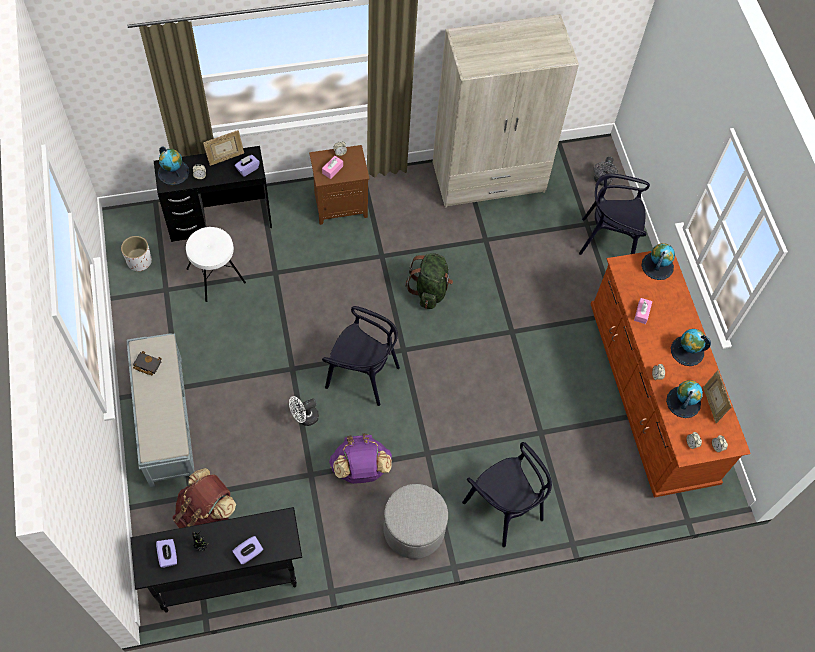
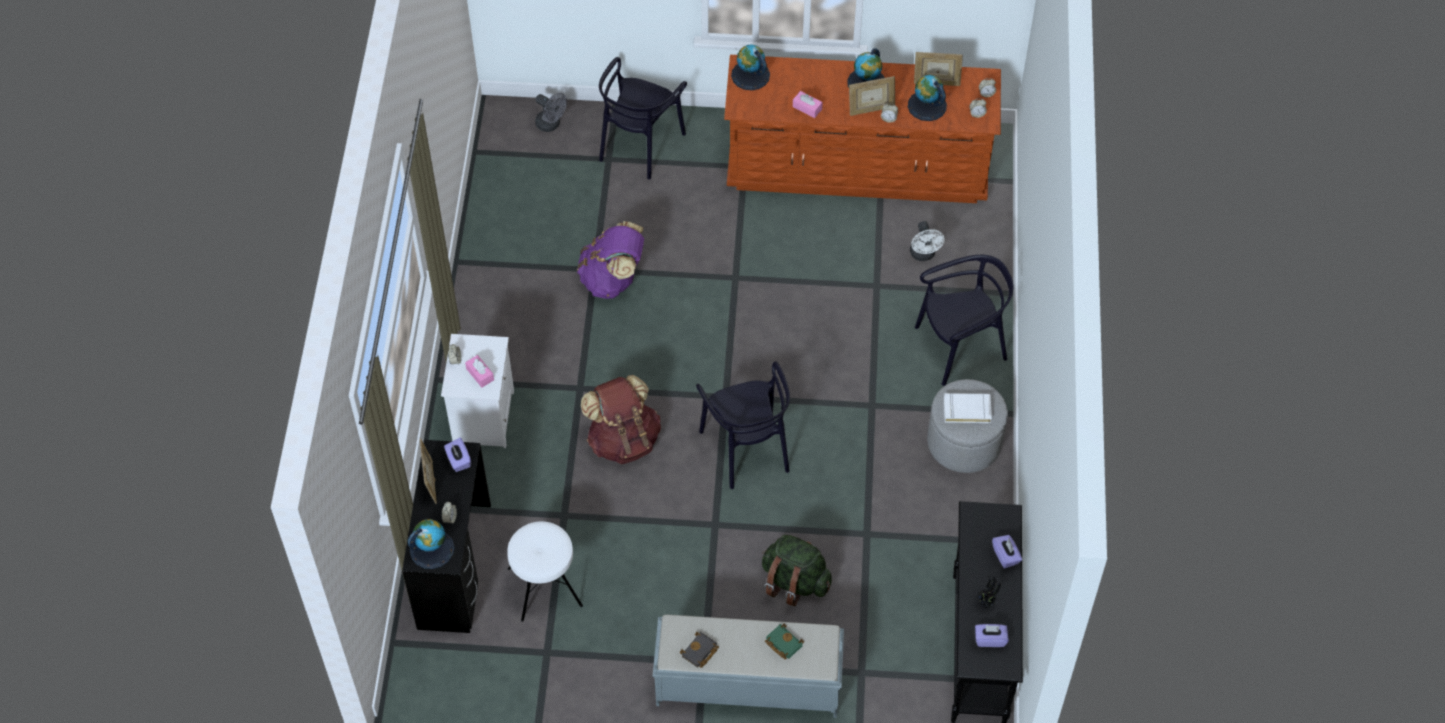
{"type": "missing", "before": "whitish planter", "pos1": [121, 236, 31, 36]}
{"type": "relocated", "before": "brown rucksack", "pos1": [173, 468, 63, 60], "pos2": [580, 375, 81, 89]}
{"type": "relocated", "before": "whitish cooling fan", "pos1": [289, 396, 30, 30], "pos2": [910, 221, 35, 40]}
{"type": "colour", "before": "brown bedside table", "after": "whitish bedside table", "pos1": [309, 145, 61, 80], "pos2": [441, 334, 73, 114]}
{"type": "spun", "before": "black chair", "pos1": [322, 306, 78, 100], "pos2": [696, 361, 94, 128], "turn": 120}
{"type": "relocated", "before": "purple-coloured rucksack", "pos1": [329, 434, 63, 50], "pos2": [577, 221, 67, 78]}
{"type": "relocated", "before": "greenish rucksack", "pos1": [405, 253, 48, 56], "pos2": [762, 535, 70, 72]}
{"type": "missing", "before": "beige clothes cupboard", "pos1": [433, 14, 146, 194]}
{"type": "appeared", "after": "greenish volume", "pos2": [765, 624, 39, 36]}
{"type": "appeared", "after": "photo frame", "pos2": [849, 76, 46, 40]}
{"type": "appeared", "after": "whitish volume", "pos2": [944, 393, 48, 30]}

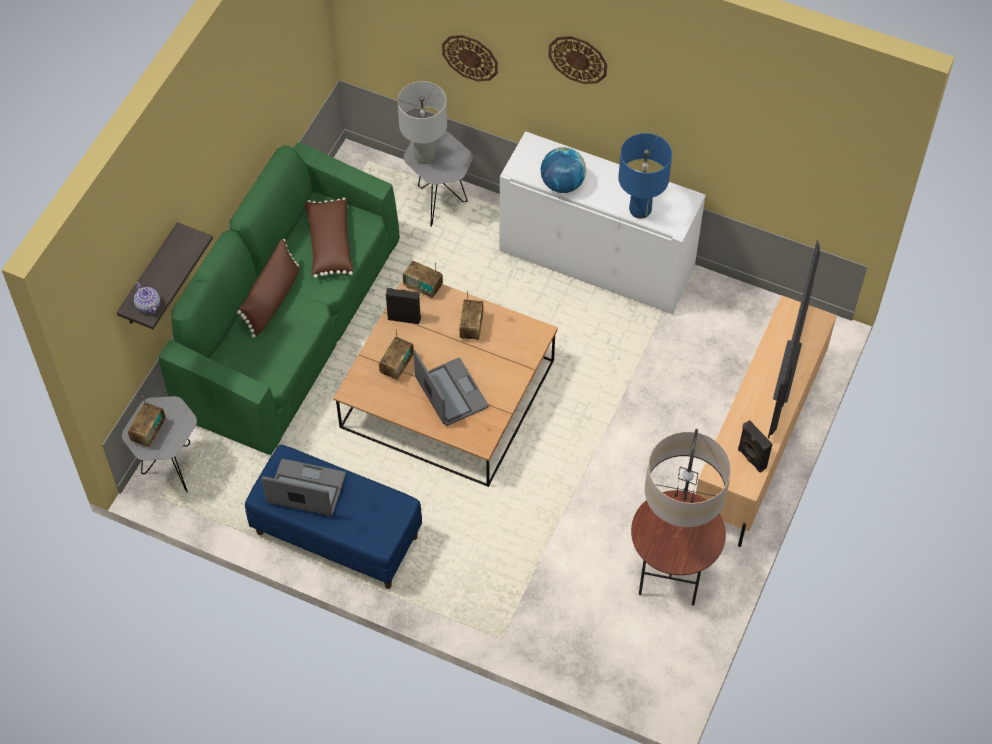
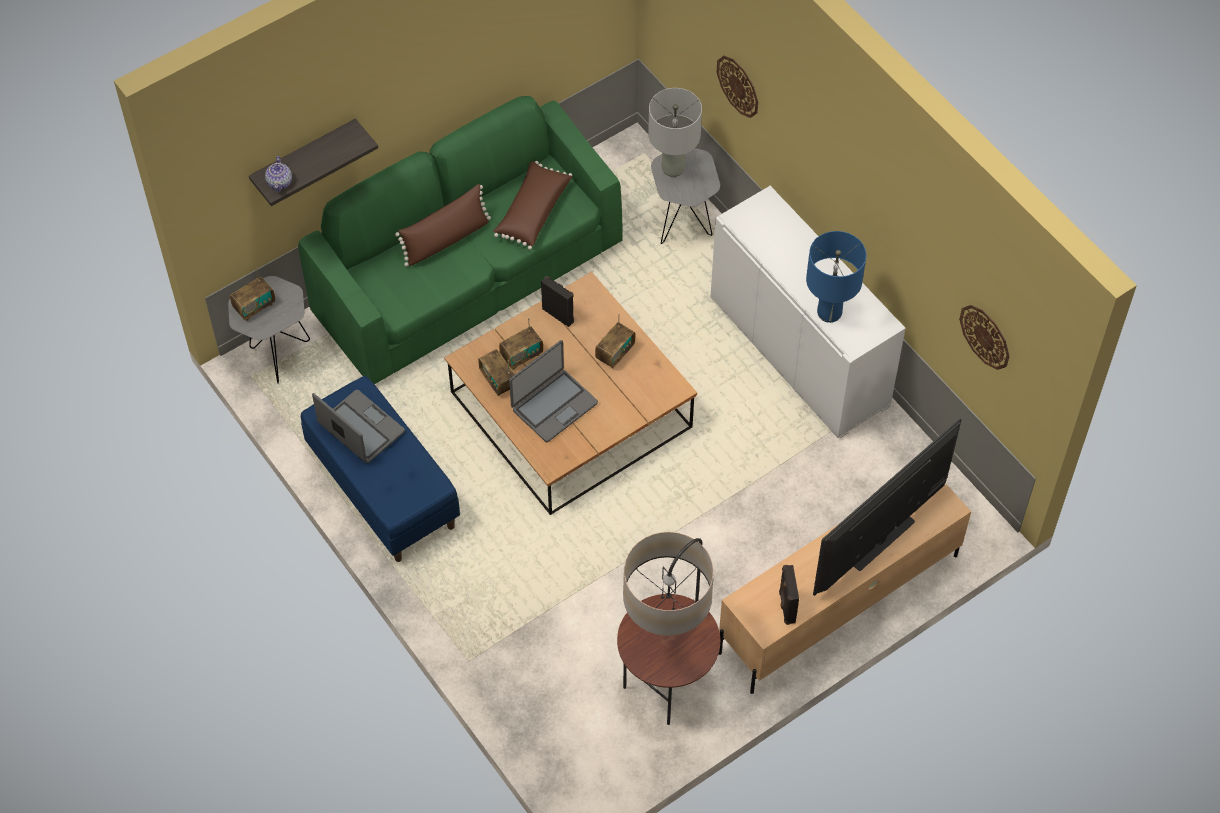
{"type": "relocated", "before": "radio", "pos1": [403, 261, 40, 38], "pos2": [478, 349, 37, 47]}
{"type": "spun", "before": "laptop", "pos1": [413, 350, 76, 76], "pos2": [509, 340, 89, 102], "turn": 45}
{"type": "missing", "before": "desk globe", "pos1": [541, 147, 45, 46]}
{"type": "relocated", "before": "hanging clock", "pos1": [548, 36, 59, 48], "pos2": [959, 305, 50, 65]}

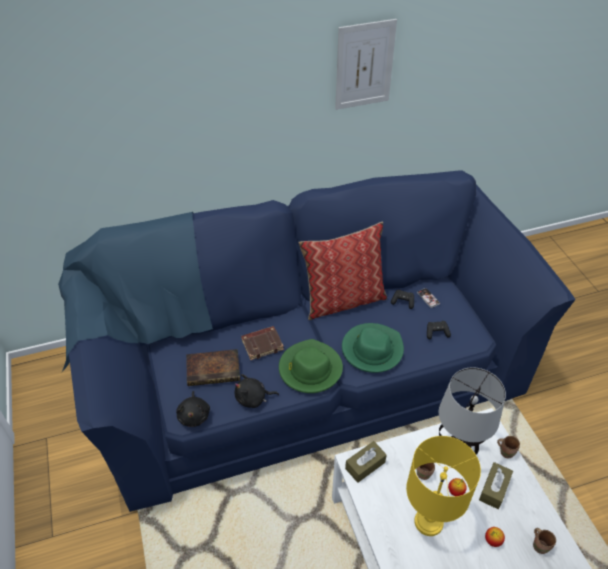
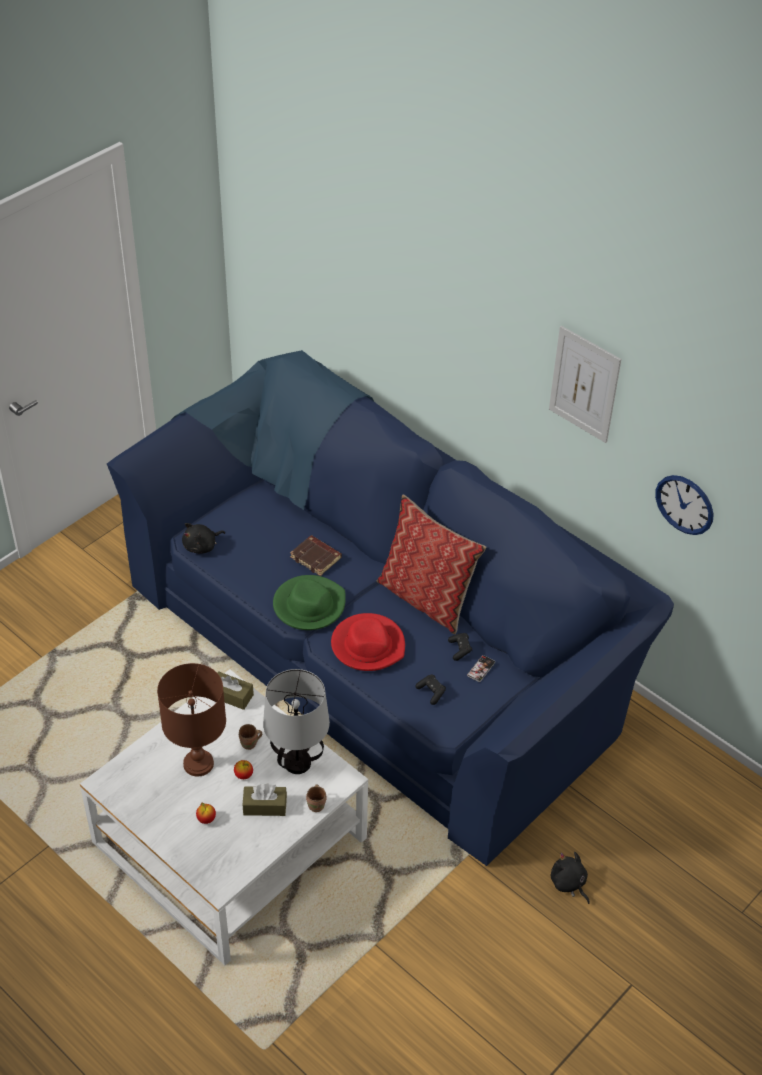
{"type": "missing", "before": "volume", "pos1": [186, 349, 54, 37]}
{"type": "relocated", "before": "black plush toy", "pos1": [235, 374, 44, 34], "pos2": [551, 852, 38, 52]}
{"type": "colour", "before": "greenish clothing hat", "after": "red-coloured clothing hat", "pos1": [342, 323, 62, 50], "pos2": [331, 613, 74, 58]}
{"type": "colour", "before": "yellowish tabletop lamp", "after": "brown tabletop lamp", "pos1": [406, 436, 75, 100], "pos2": [157, 663, 69, 113]}
{"type": "missing", "before": "brown mug", "pos1": [533, 528, 23, 26]}
{"type": "appeared", "after": "hanging clock", "pos2": [655, 475, 59, 60]}

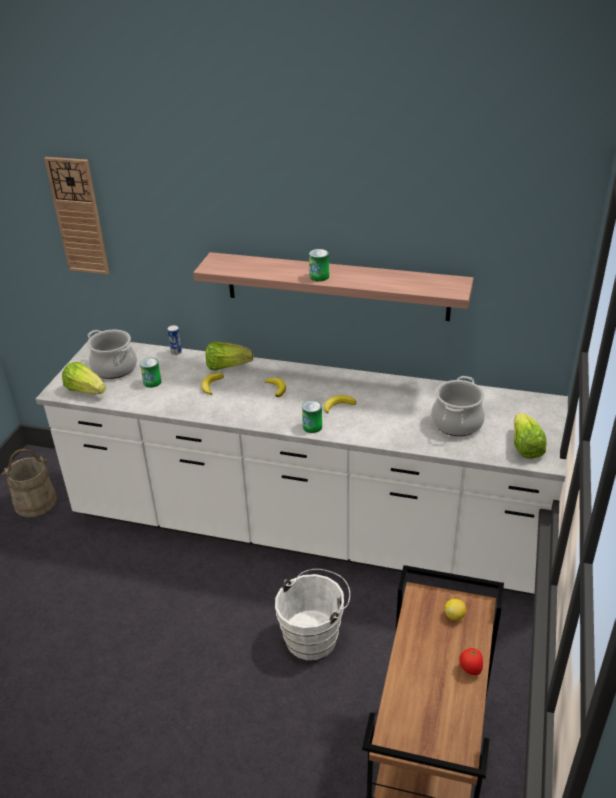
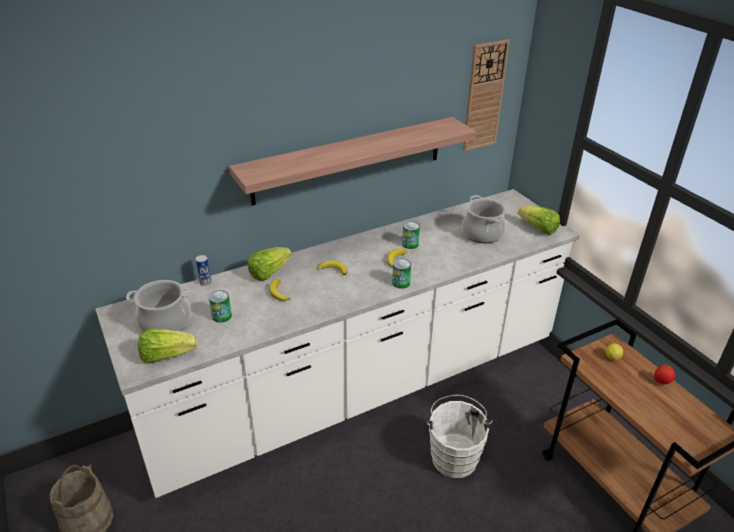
{"type": "relocated", "before": "hanging clock", "pos1": [44, 157, 65, 117], "pos2": [463, 39, 47, 112]}
{"type": "relocated", "before": "sealed can", "pos1": [309, 249, 20, 33], "pos2": [402, 222, 18, 27]}

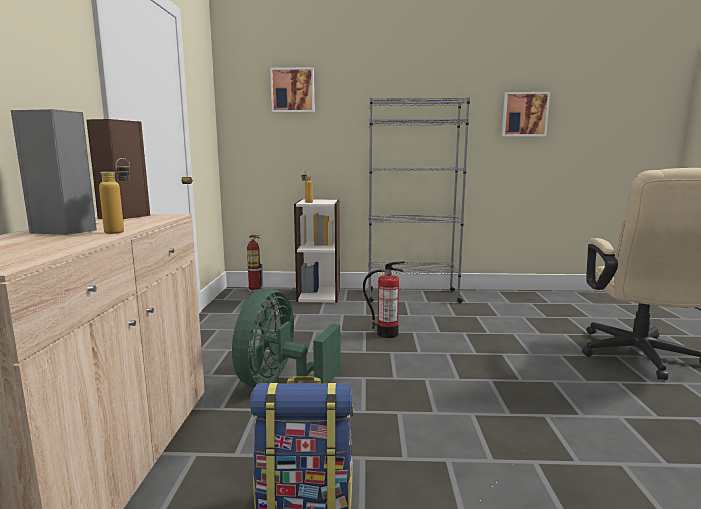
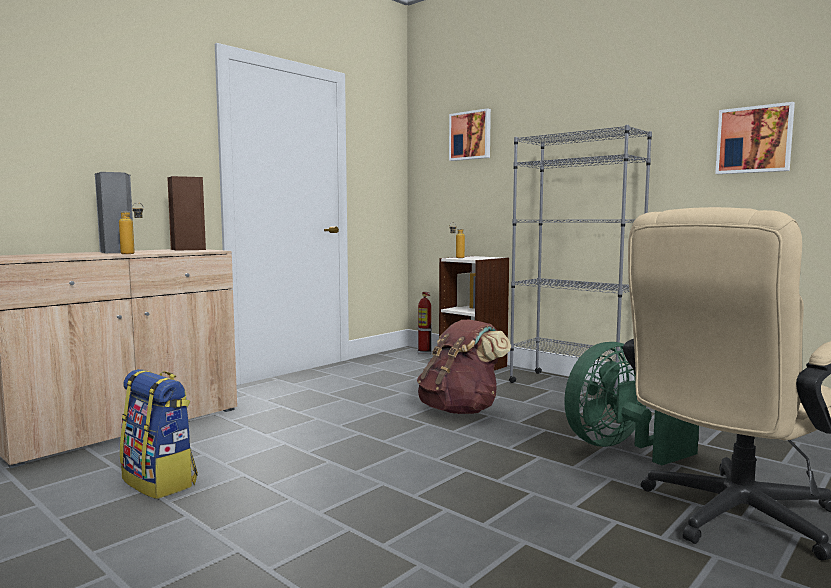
{"type": "relocated", "before": "greenish cooling fan", "pos1": [232, 289, 109, 98], "pos2": [564, 342, 135, 124]}
{"type": "exchanged", "before": "extinguisher", "after": "brown rucksack", "pos1": [363, 261, 42, 77], "pos2": [417, 319, 94, 95]}

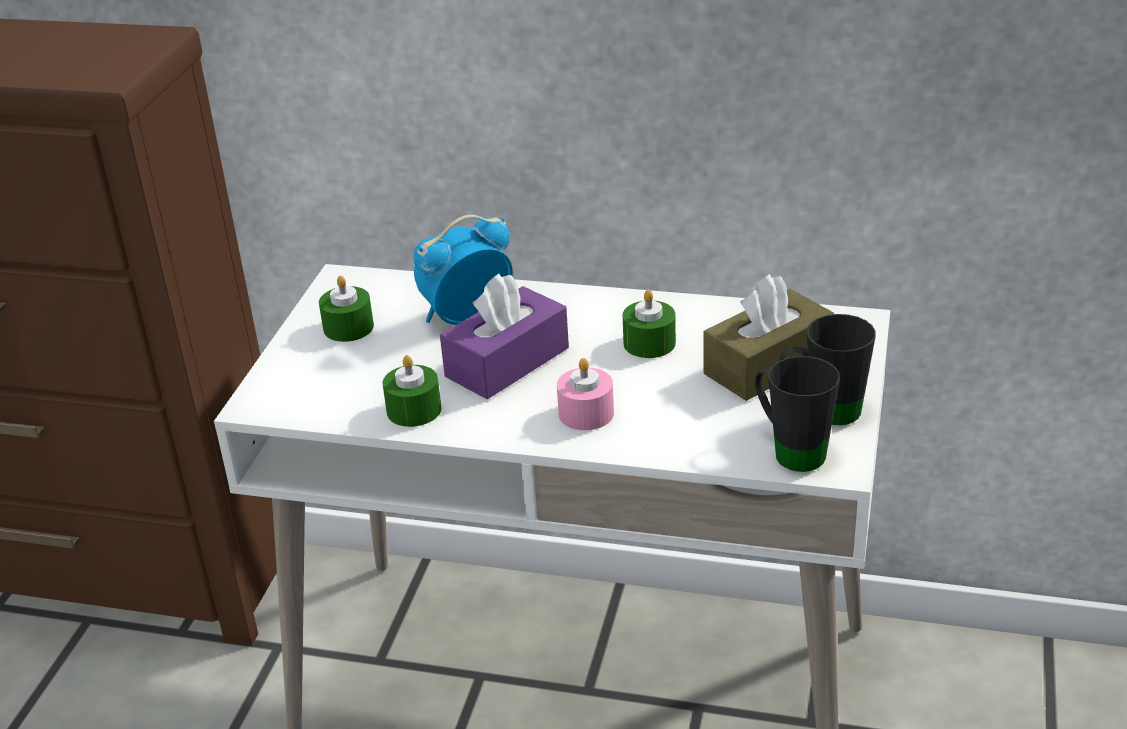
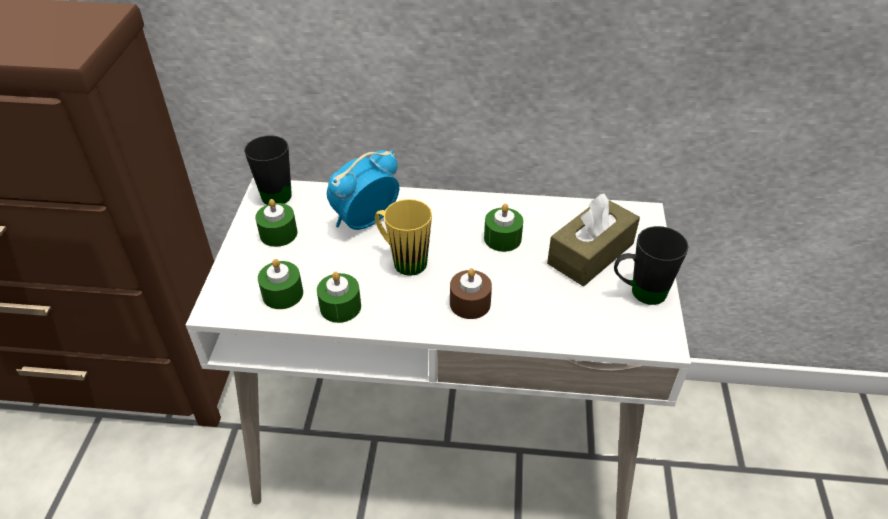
{"type": "exchanged", "before": "purple-coloured tissue holder", "after": "yellowish mug", "pos1": [440, 274, 129, 126], "pos2": [375, 199, 57, 77]}
{"type": "colour", "before": "pinkish candle", "after": "brown candle", "pos1": [557, 358, 57, 72], "pos2": [450, 268, 42, 51]}
{"type": "relocated", "before": "black mug", "pos1": [755, 356, 85, 116], "pos2": [244, 135, 48, 70]}
{"type": "appeared", "after": "greenish candle", "pos2": [258, 259, 45, 50]}

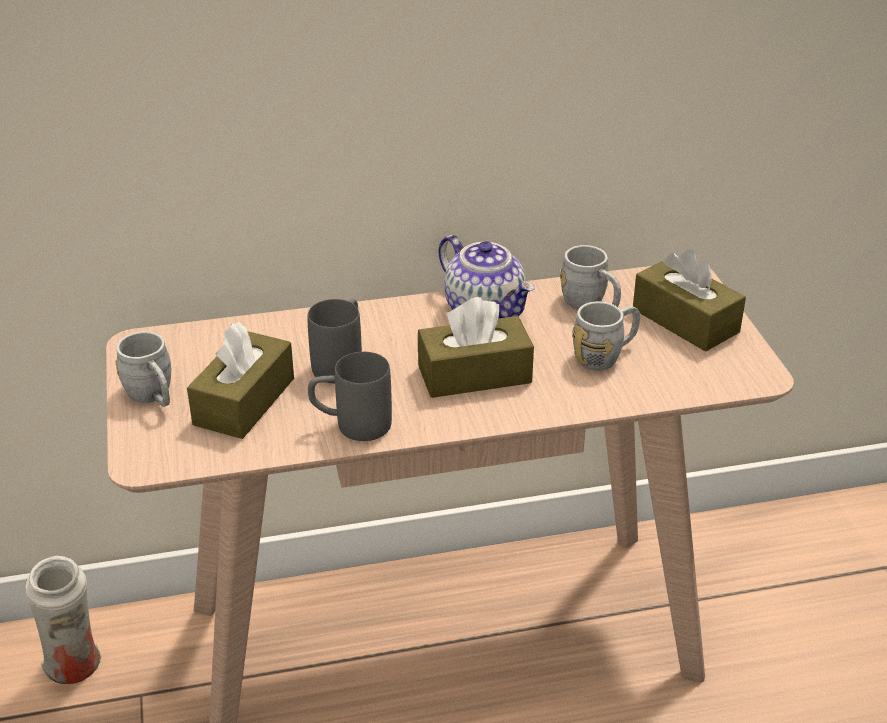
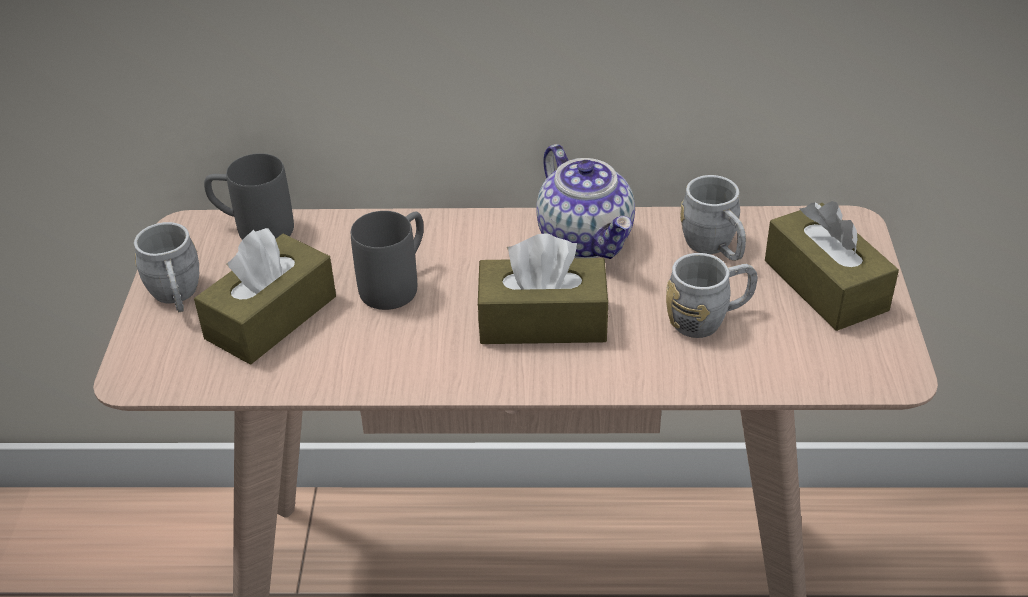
{"type": "missing", "before": "whitish decorative vase", "pos1": [25, 556, 76, 128]}
{"type": "relocated", "before": "grey mug", "pos1": [308, 352, 84, 89], "pos2": [204, 153, 90, 87]}

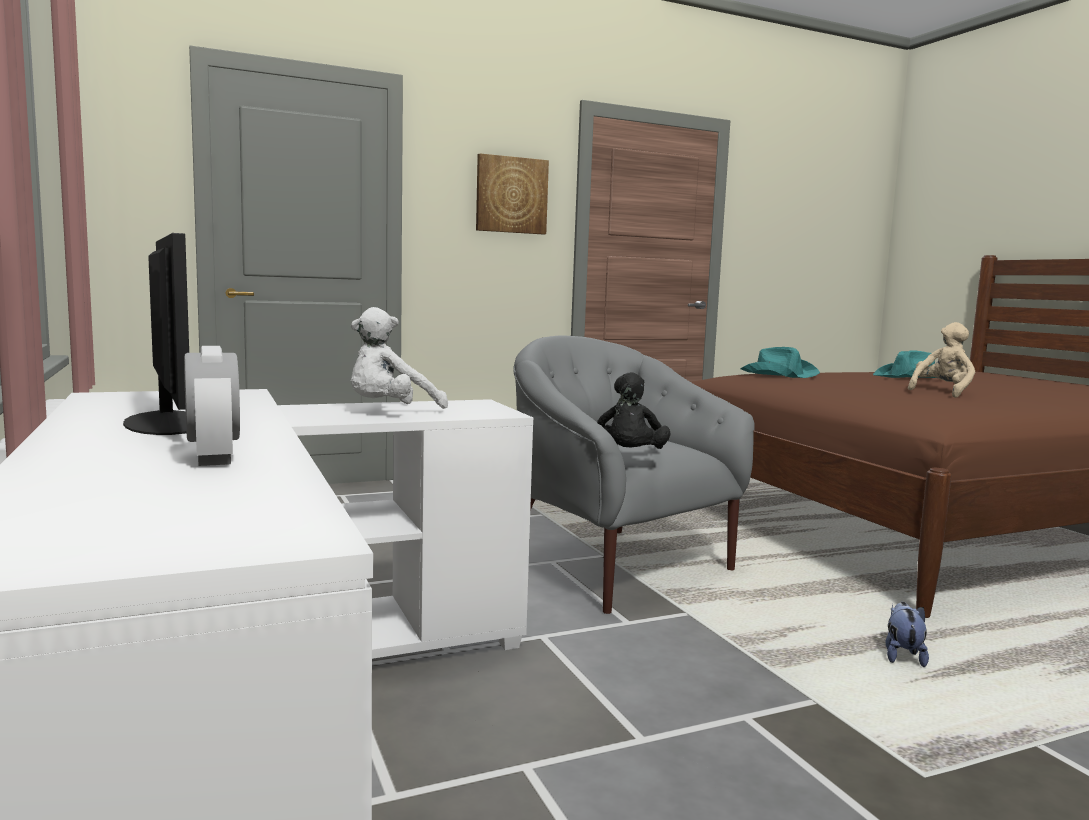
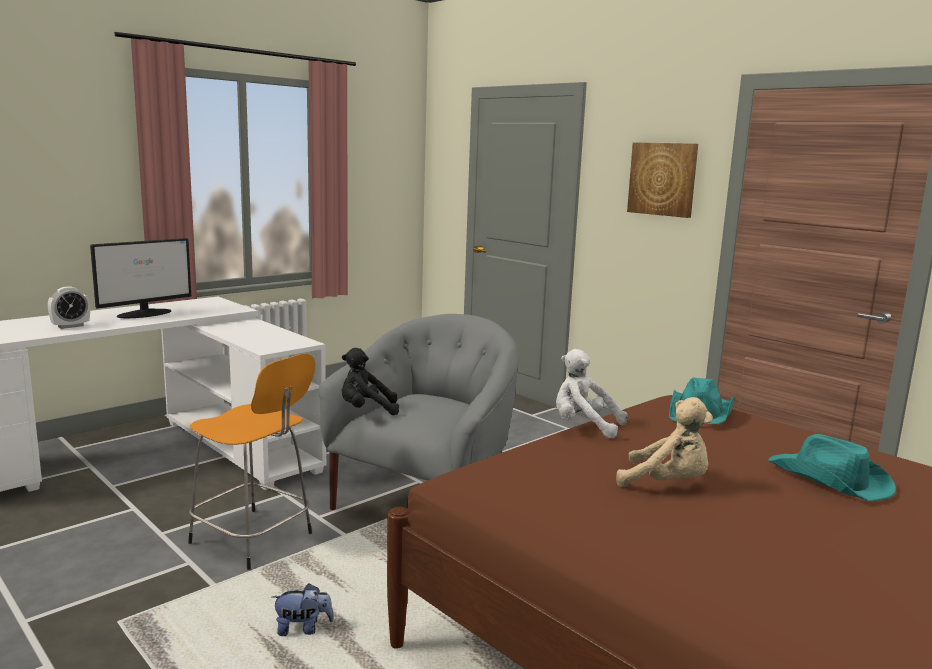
{"type": "relocated", "before": "whitish plush toy", "pos1": [351, 307, 97, 102], "pos2": [556, 349, 72, 89]}
{"type": "appeared", "after": "orange-coloured stool seat", "pos2": [188, 353, 128, 217]}

